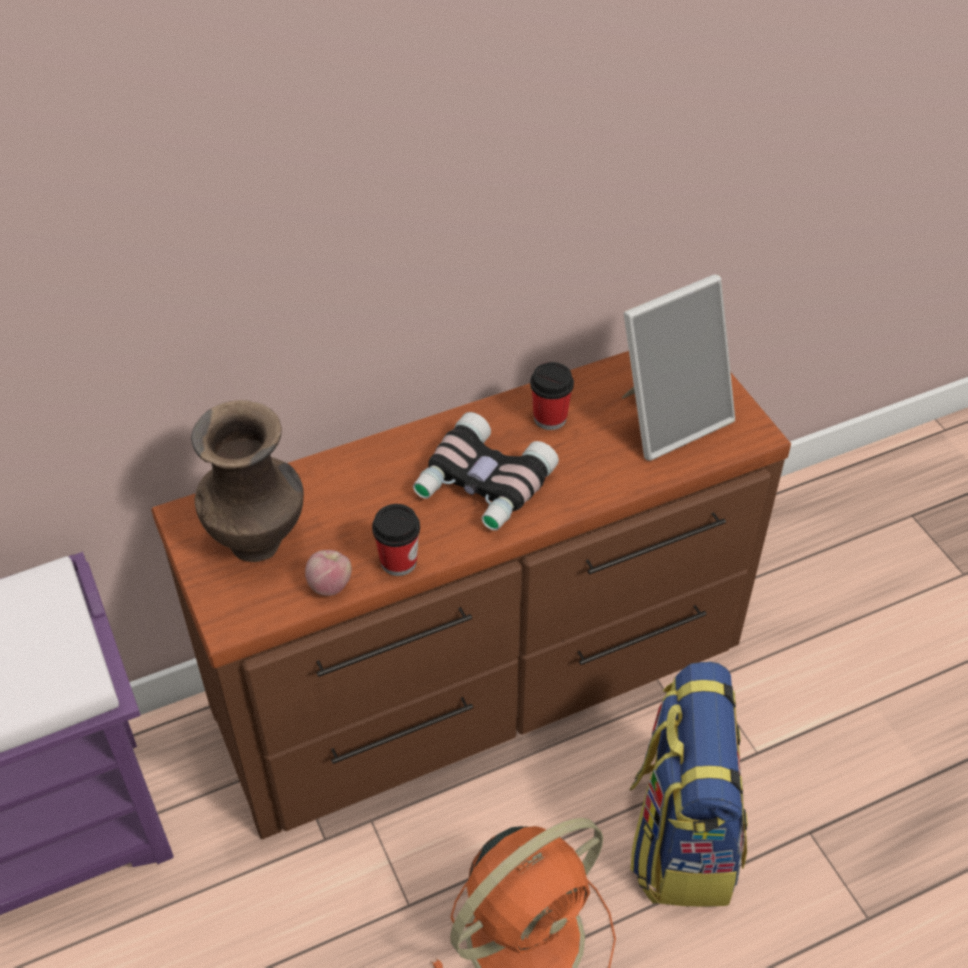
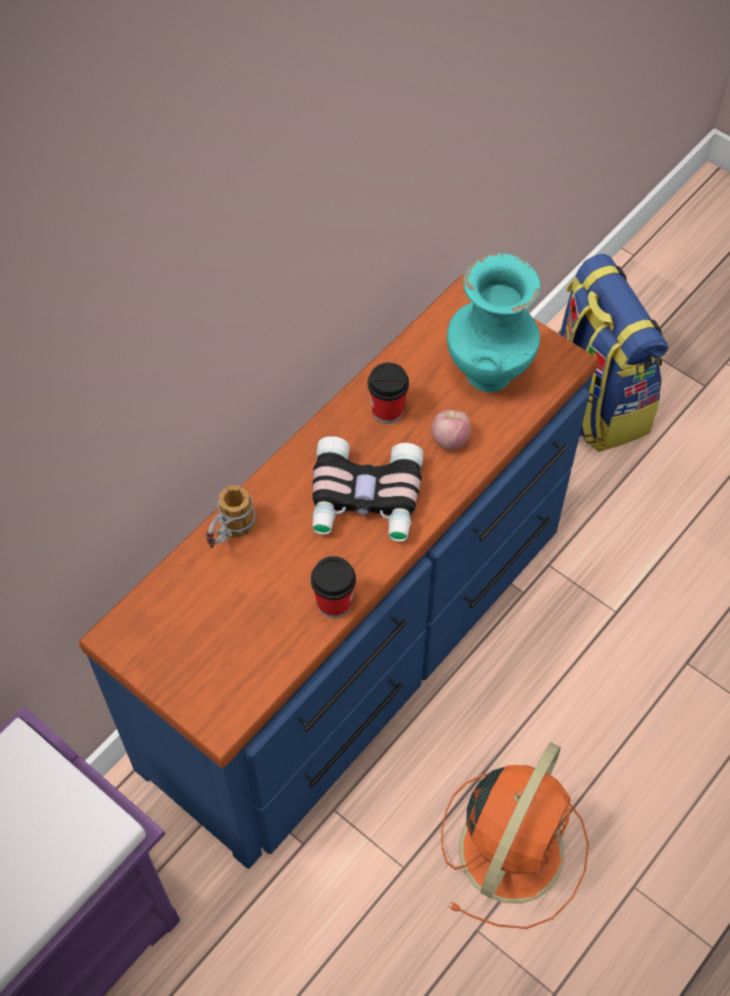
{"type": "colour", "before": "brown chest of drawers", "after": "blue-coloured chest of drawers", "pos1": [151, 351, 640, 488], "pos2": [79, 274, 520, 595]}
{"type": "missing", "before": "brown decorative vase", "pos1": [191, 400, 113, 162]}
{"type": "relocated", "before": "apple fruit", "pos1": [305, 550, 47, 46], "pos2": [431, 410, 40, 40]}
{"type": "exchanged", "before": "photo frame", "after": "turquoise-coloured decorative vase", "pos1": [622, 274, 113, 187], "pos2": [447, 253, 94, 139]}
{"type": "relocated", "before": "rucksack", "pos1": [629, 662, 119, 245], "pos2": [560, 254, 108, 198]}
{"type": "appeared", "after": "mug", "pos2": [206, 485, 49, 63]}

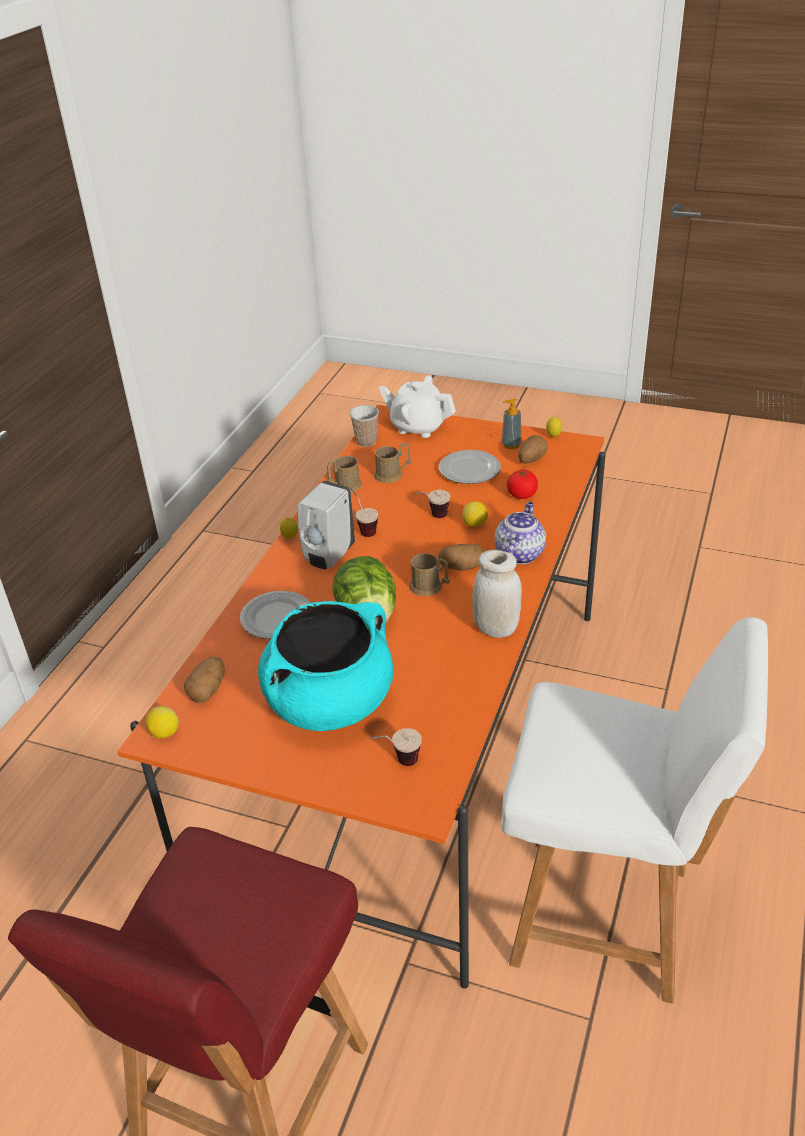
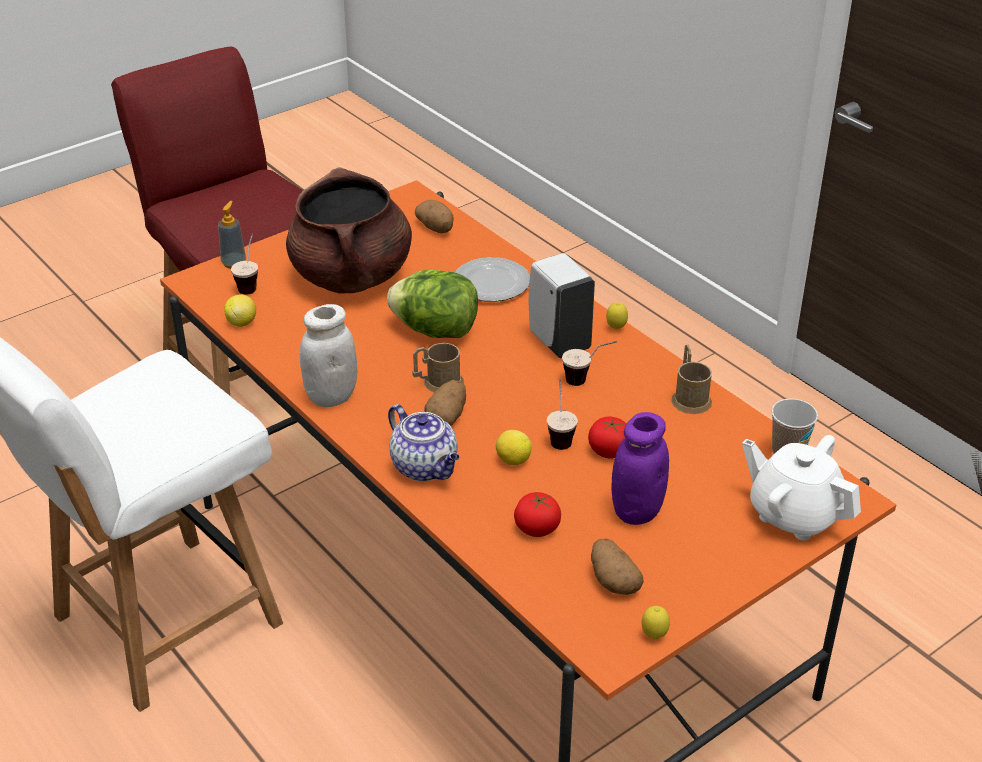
{"type": "relocated", "before": "lemon", "pos1": [145, 706, 34, 33], "pos2": [224, 295, 32, 32]}
{"type": "colour", "before": "turquoise-coloured cooking pot", "after": "brown cooking pot", "pos1": [258, 601, 135, 130], "pos2": [286, 167, 126, 127]}
{"type": "missing", "before": "brown mug", "pos1": [374, 443, 37, 40]}
{"type": "spun", "before": "whitish tea pot", "pos1": [379, 376, 77, 62], "pos2": [742, 435, 119, 106], "turn": -105}
{"type": "exchanged", "before": "flat dish", "after": "purple-coloured preserve jar", "pos1": [439, 450, 62, 34], "pos2": [611, 412, 58, 113]}
{"type": "relocated", "before": "soap bottle", "pos1": [502, 398, 20, 51], "pos2": [218, 201, 28, 68]}
{"type": "appeared", "after": "fresh tomato", "pos2": [588, 417, 38, 41]}

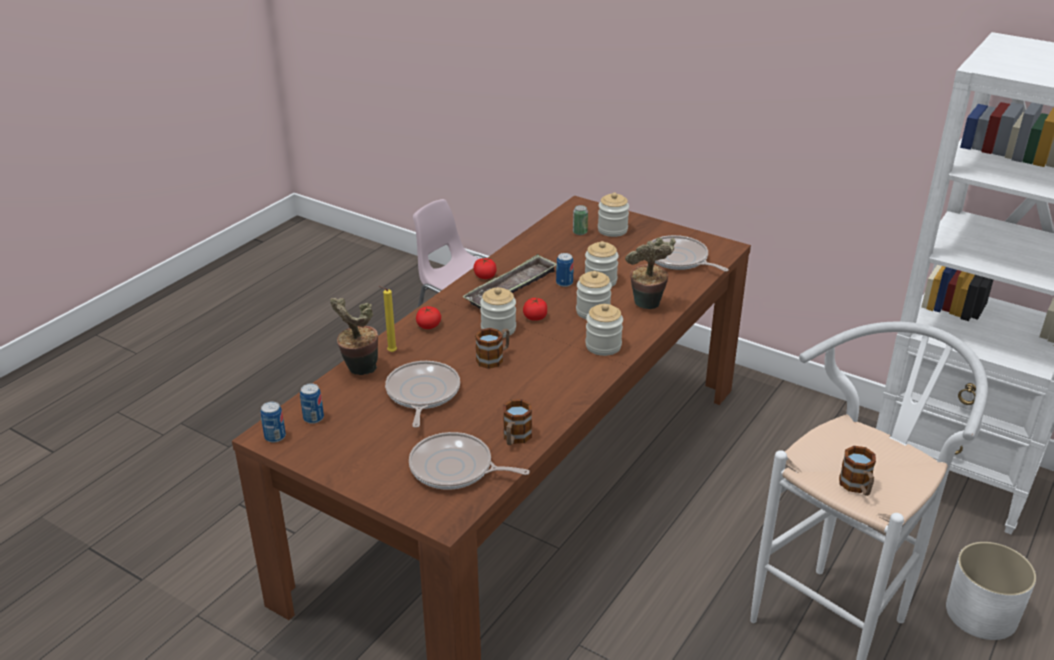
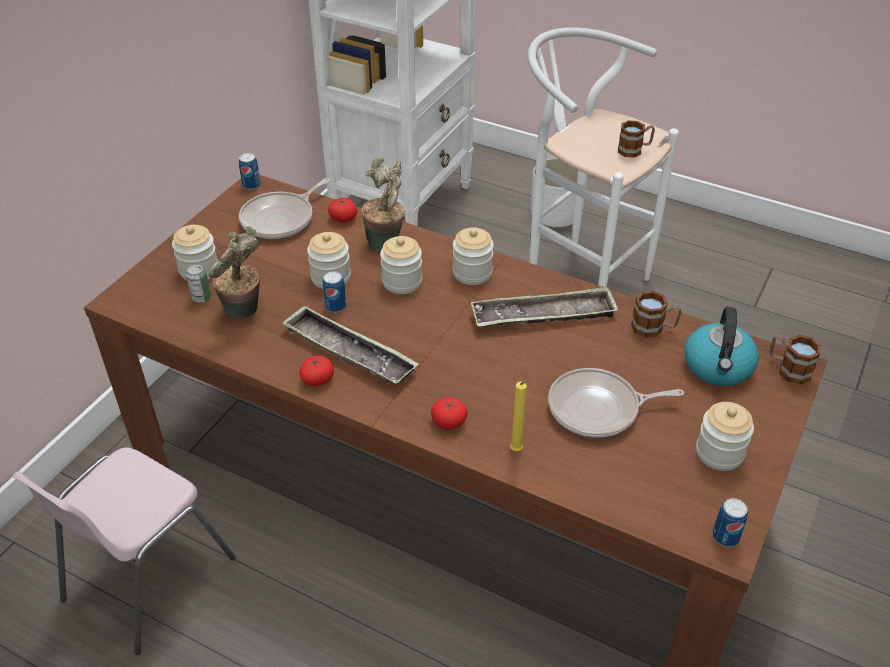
{"type": "relocated", "before": "sealed can", "pos1": [300, 383, 24, 41], "pos2": [239, 153, 22, 37]}
{"type": "relocated", "before": "houseplant", "pos1": [330, 298, 48, 77], "pos2": [208, 226, 52, 92]}
{"type": "exchanged", "before": "skillet", "after": "kettle", "pos1": [409, 432, 121, 58], "pos2": [684, 307, 75, 79]}
{"type": "relocated", "before": "mug", "pos1": [475, 328, 35, 41], "pos2": [770, 335, 51, 50]}
{"type": "relocated", "before": "preserve jar", "pos1": [480, 287, 36, 51], "pos2": [696, 402, 58, 69]}
{"type": "relocated", "before": "fresh tomato", "pos1": [523, 297, 24, 24], "pos2": [328, 198, 29, 24]}
{"type": "appeared", "after": "carrying tray", "pos2": [471, 286, 147, 41]}

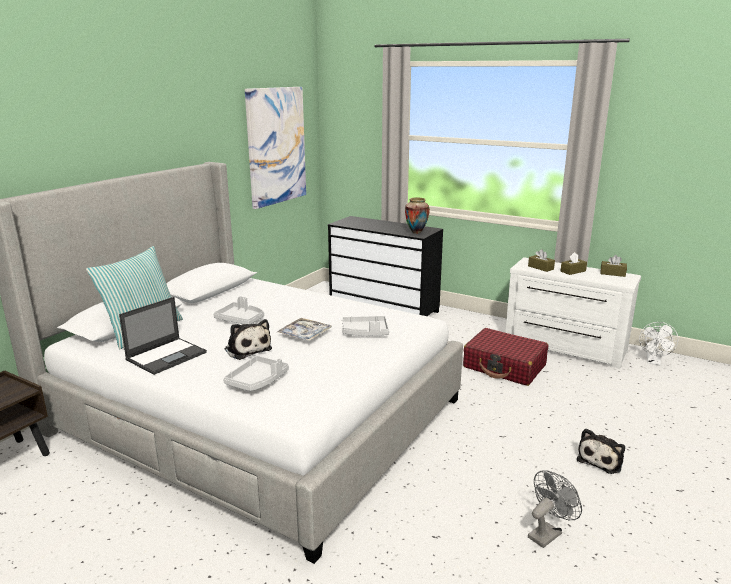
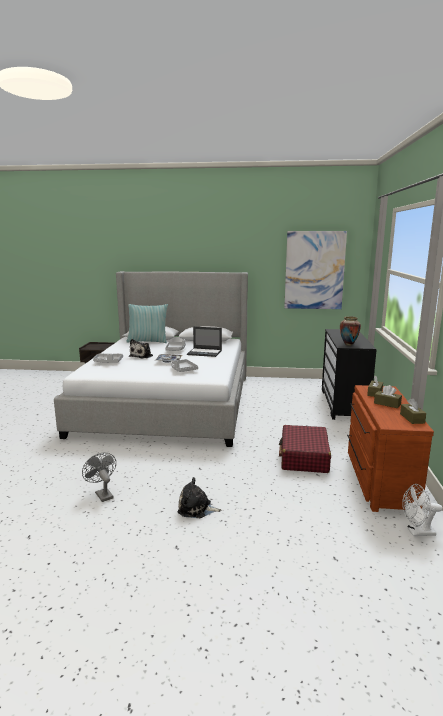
{"type": "relocated", "before": "laptop", "pos1": [119, 297, 88, 78], "pos2": [187, 326, 35, 31]}
{"type": "colour", "before": "whitish chest of drawers", "after": "brown chest of drawers", "pos1": [505, 257, 136, 112], "pos2": [347, 385, 87, 127]}
{"type": "spun", "before": "grey cooling fan", "pos1": [528, 470, 54, 78], "pos2": [82, 453, 34, 49], "turn": -150}

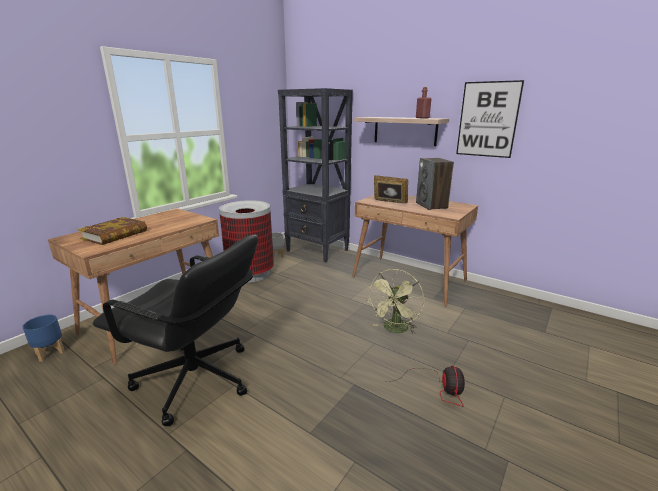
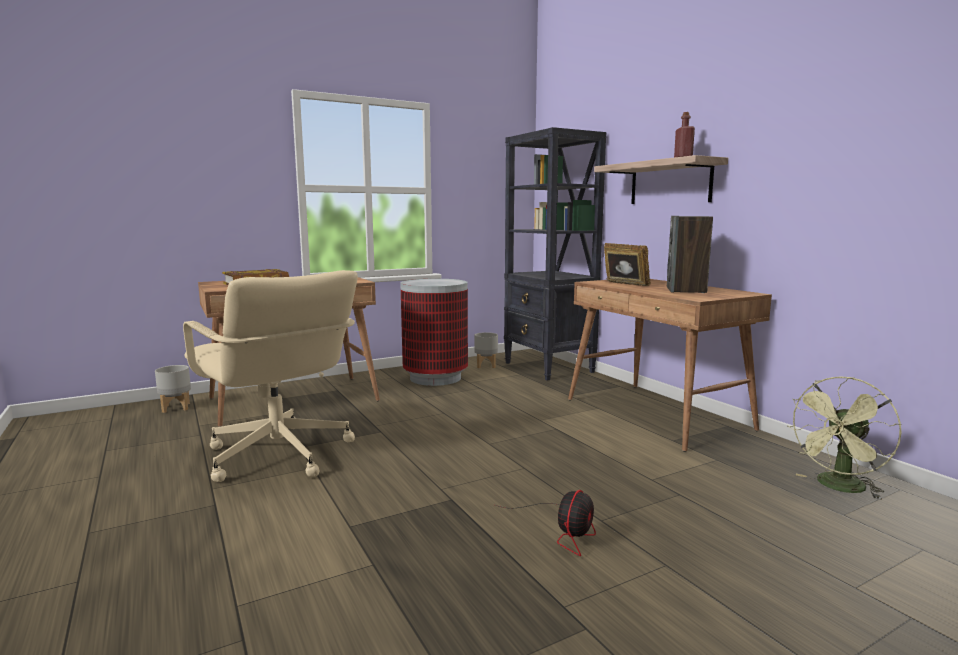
{"type": "colour", "before": "blue-coloured planter", "after": "grey planter", "pos1": [22, 315, 43, 47], "pos2": [155, 365, 36, 48]}
{"type": "colour", "before": "black computer chair", "after": "beige computer chair", "pos1": [93, 234, 165, 192], "pos2": [183, 270, 175, 212]}
{"type": "relocated", "before": "greenish cooling fan", "pos1": [367, 269, 57, 65], "pos2": [787, 376, 115, 123]}
{"type": "missing", "before": "wall art", "pos1": [456, 80, 68, 78]}

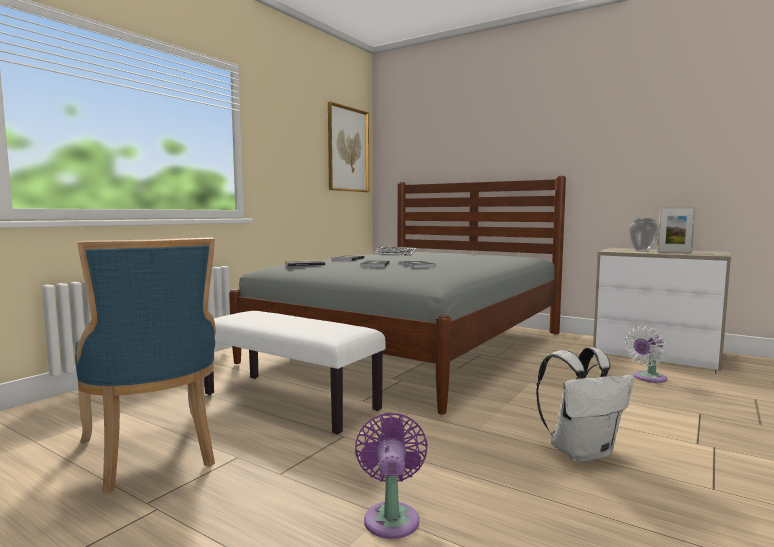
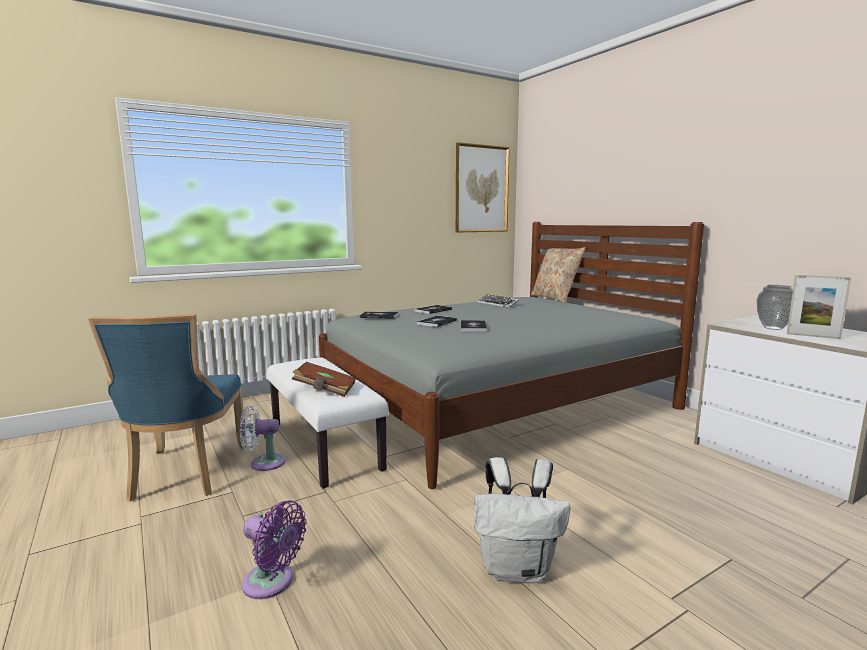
{"type": "spun", "before": "purple-coloured cooling fan", "pos1": [355, 412, 73, 127], "pos2": [242, 501, 65, 98], "turn": 90}
{"type": "relocated", "before": "whitish cooling fan", "pos1": [625, 325, 42, 58], "pos2": [240, 406, 45, 65]}
{"type": "appeared", "after": "brown volume", "pos2": [292, 362, 64, 35]}
{"type": "appeared", "after": "beige cushion", "pos2": [531, 247, 55, 56]}

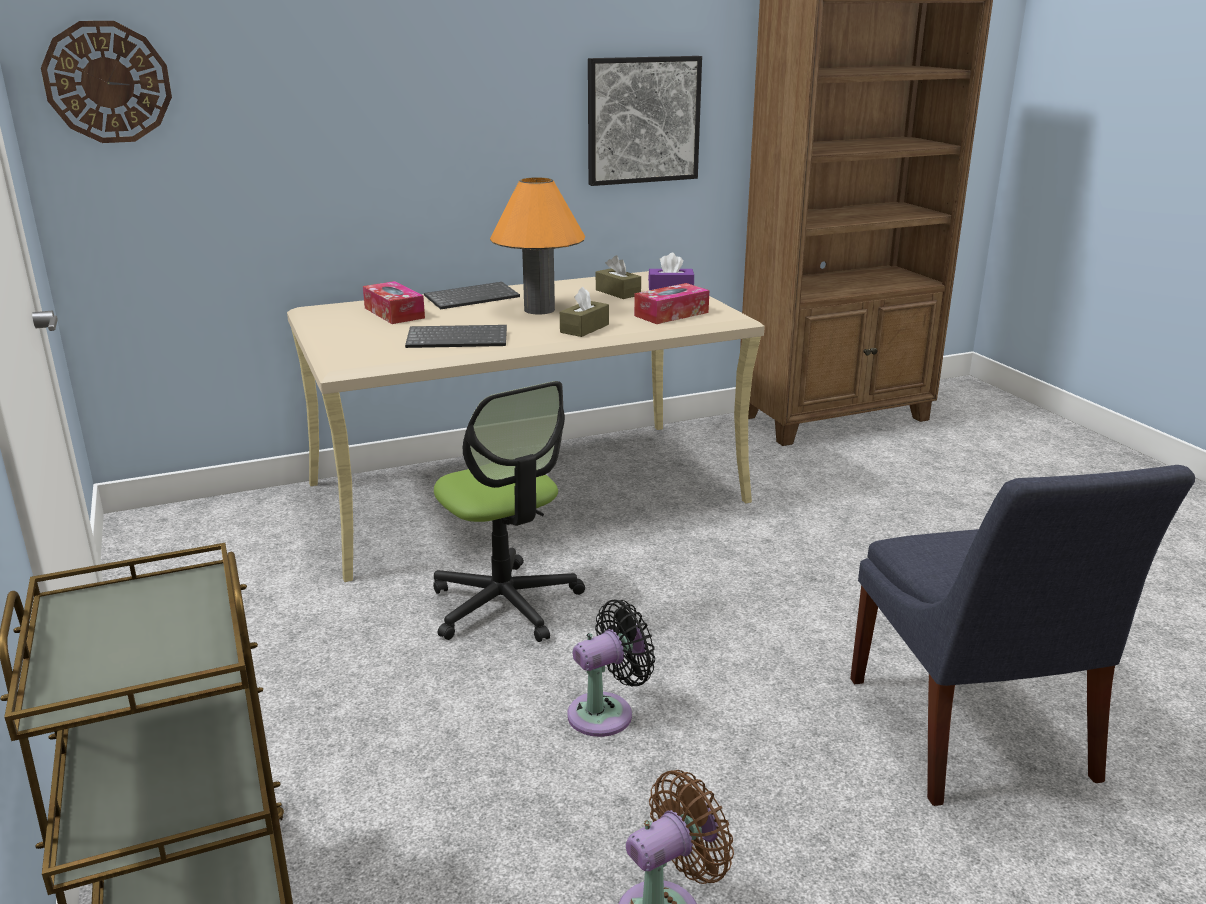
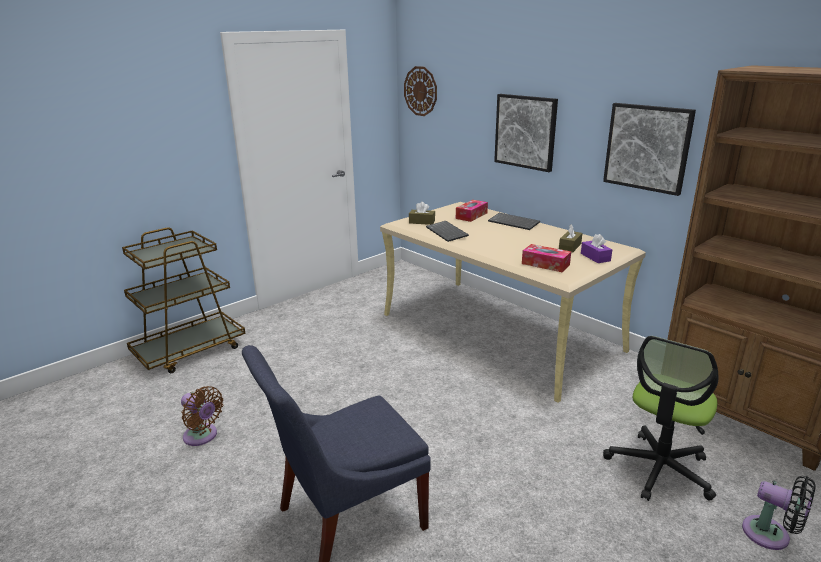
{"type": "relocated", "before": "computer chair", "pos1": [433, 381, 152, 261], "pos2": [603, 336, 115, 165]}
{"type": "missing", "before": "orange-coloured tabletop lamp", "pos1": [490, 177, 95, 138]}
{"type": "relocated", "before": "brown tissue holder", "pos1": [560, 287, 49, 50], "pos2": [409, 202, 26, 23]}
{"type": "relocated", "before": "black cooling fan", "pos1": [567, 600, 88, 137], "pos2": [742, 476, 74, 74]}
{"type": "appeared", "after": "wall art", "pos2": [494, 94, 64, 78]}

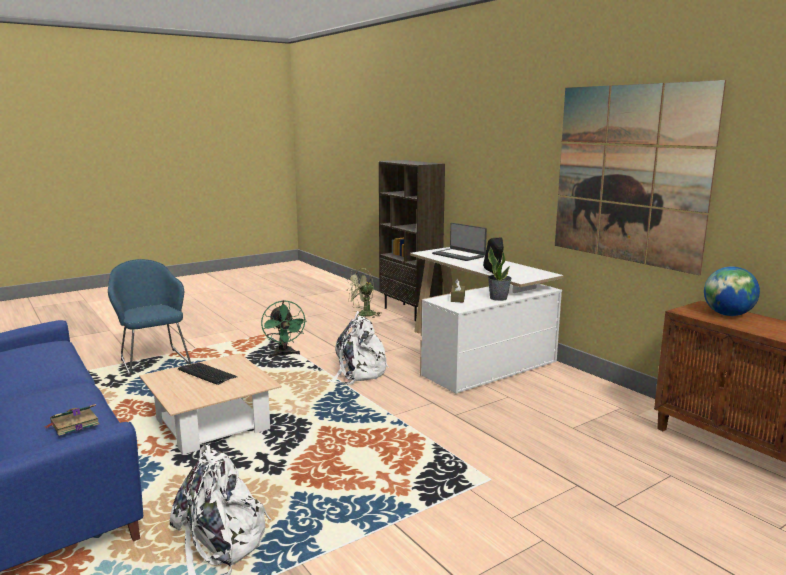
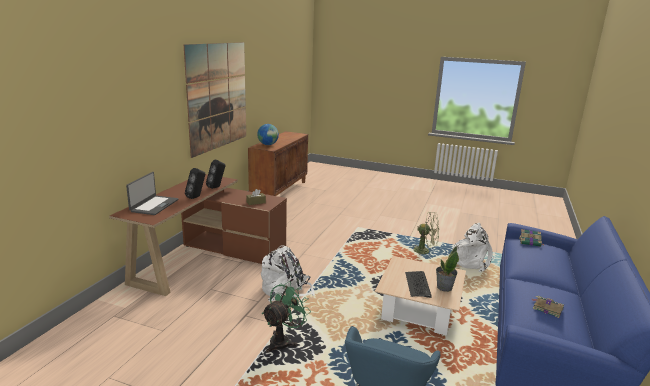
{"type": "relocated", "before": "greenish cooling fan", "pos1": [345, 268, 36, 50], "pos2": [413, 212, 26, 42]}
{"type": "missing", "before": "brown bookshelf", "pos1": [379, 160, 66, 161]}
{"type": "colour", "before": "whitish desk unit", "after": "brown desk unit", "pos1": [410, 247, 154, 147], "pos2": [109, 174, 178, 122]}
{"type": "relocated", "before": "houseplant", "pos1": [488, 247, 24, 54], "pos2": [436, 246, 23, 46]}
{"type": "appeared", "after": "black loudspeaker", "pos2": [185, 168, 20, 31]}
{"type": "appeared", "after": "volume", "pos2": [533, 296, 31, 22]}

